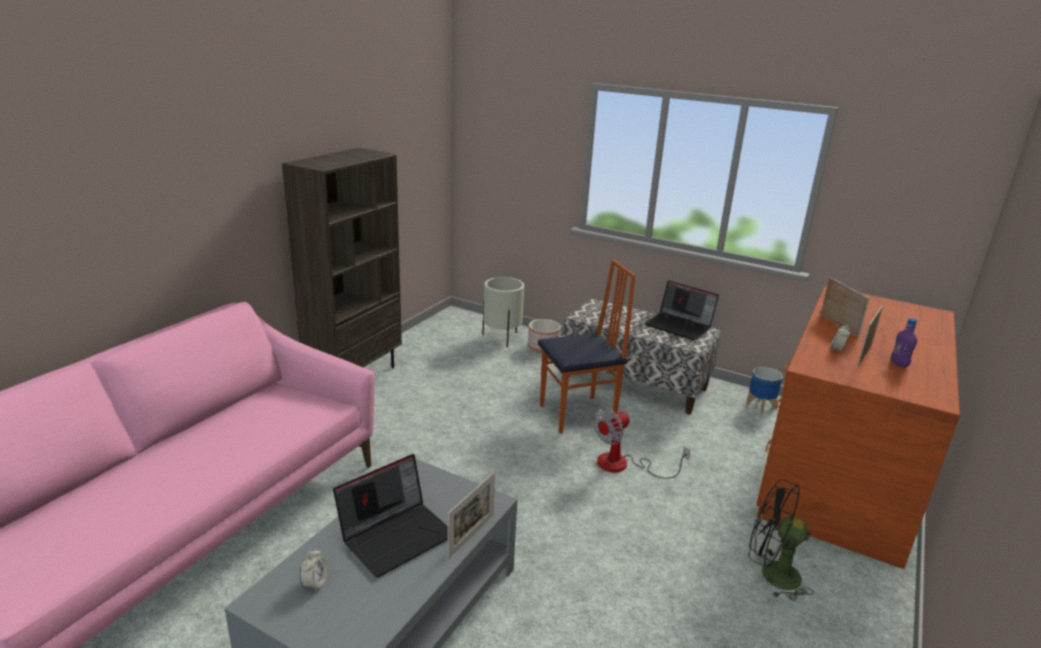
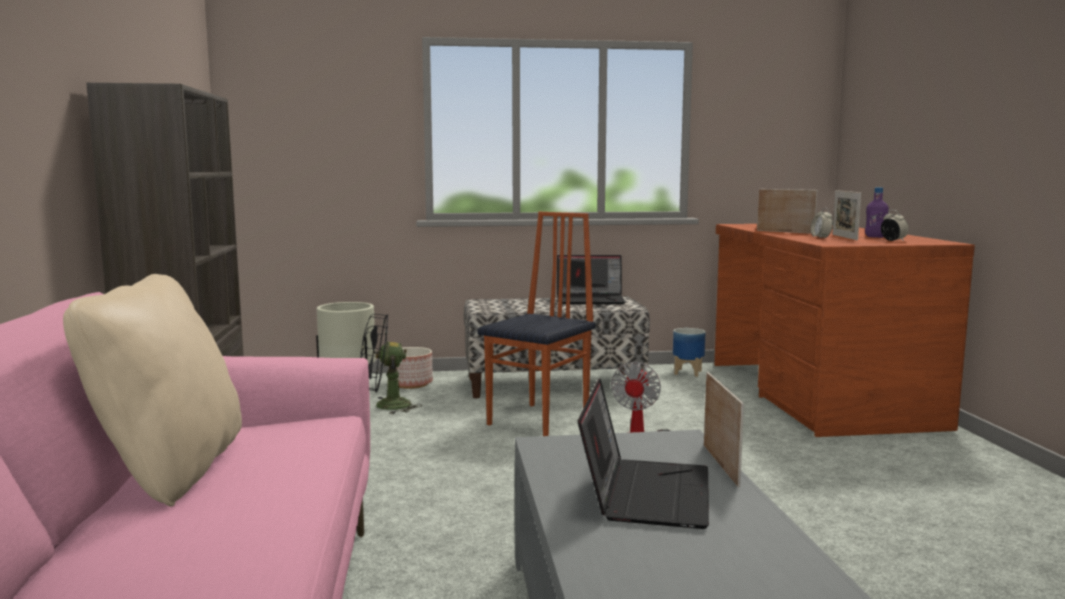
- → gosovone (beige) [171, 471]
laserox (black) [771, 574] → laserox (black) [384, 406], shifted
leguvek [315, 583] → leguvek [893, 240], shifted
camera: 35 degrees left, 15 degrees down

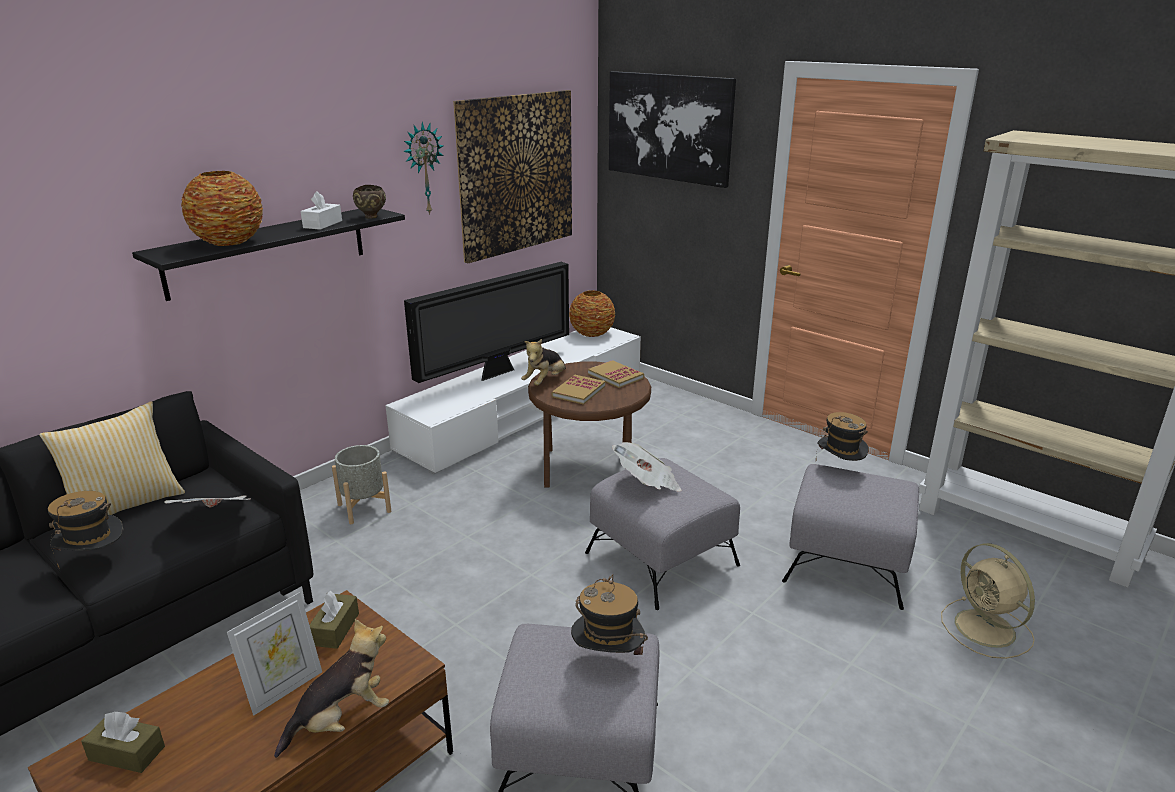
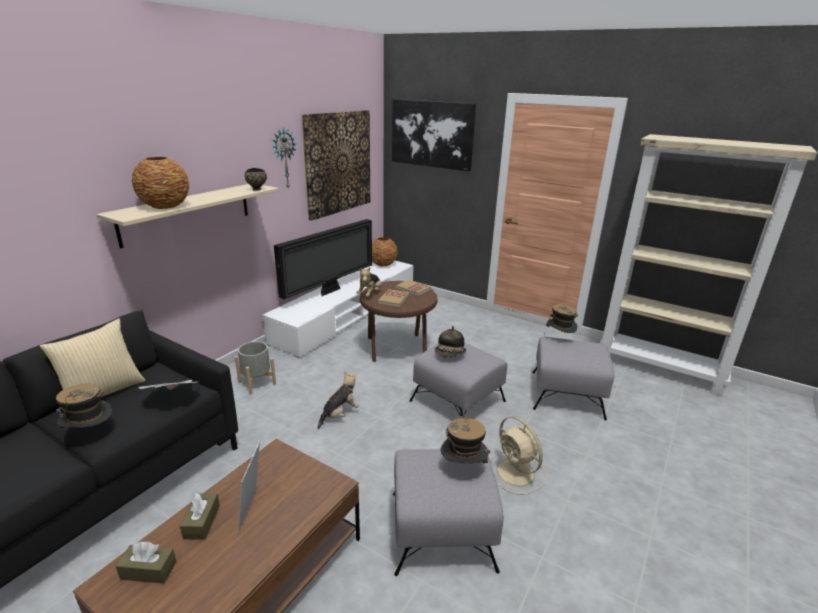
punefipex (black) [268, 251] → punefipex (beige) [187, 213]
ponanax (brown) [335, 629] → ponanax (brown) [202, 522], shifted
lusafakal [284, 689] → lusafakal [253, 510], 150 degrees clockwise
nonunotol [342, 720] → nonunotol [339, 415], shifted
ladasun [647, 483] → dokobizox [450, 354]
laserox (beige) [986, 630] → laserox (beige) [516, 473], shifted
ponanax (white) [322, 224] → -
camera: 10 degrees left, 0 degrees up

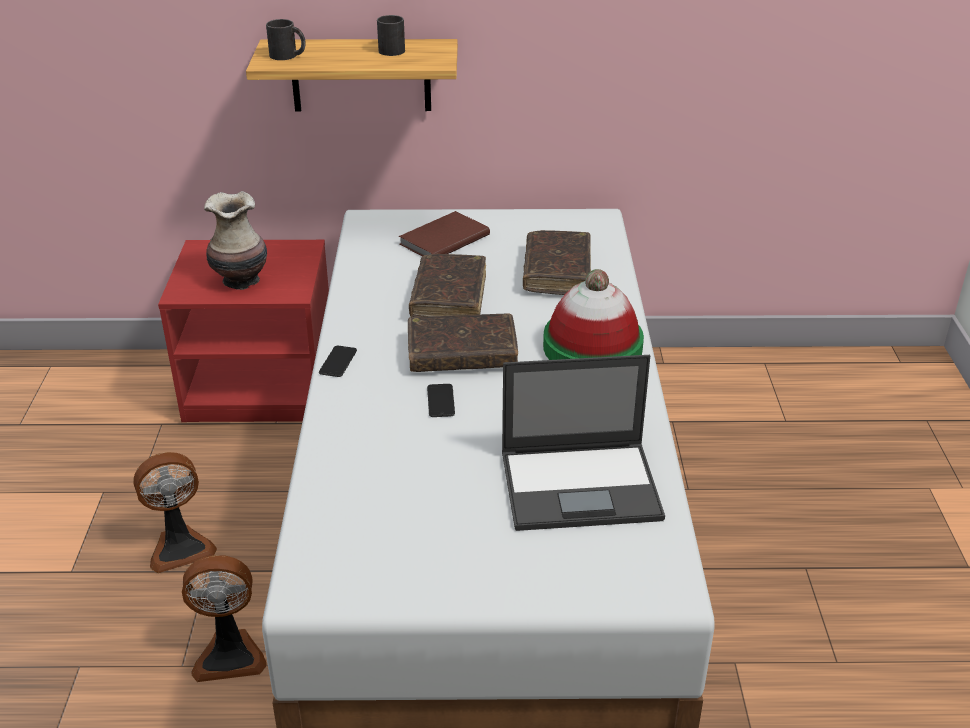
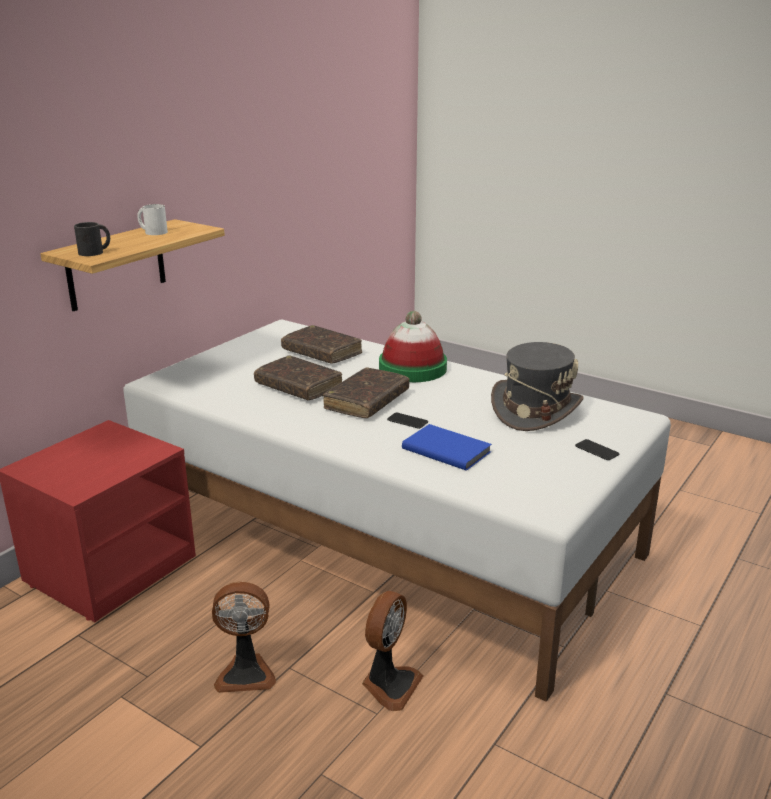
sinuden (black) [390, 49] → sinuden (white) [152, 232]
laserox [180, 547] → laserox [246, 673], 75 degrees clockwise
- → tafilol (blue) [446, 449]
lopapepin [582, 485] → dokobizox (grey) [535, 410]
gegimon [338, 362] → gegimon [596, 450], shifted
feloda [241, 280] → -
tafilol (brown) [442, 239] → -
camera: 55 degrees left, 10 degrees down

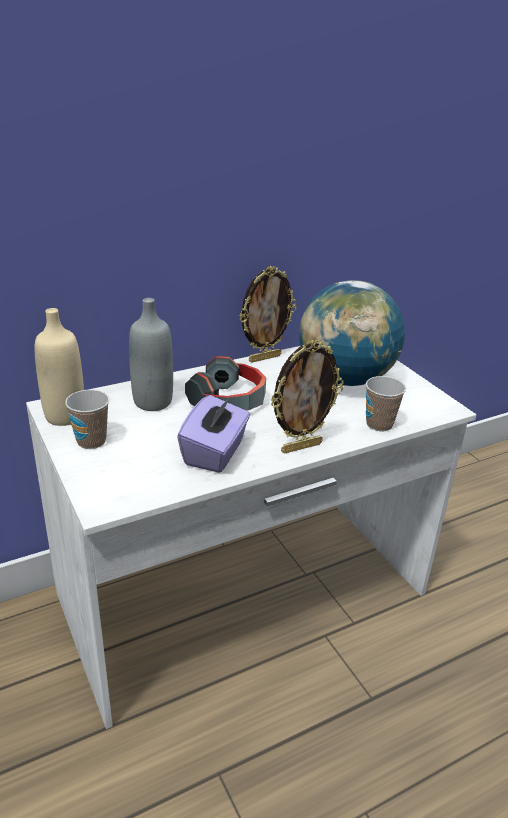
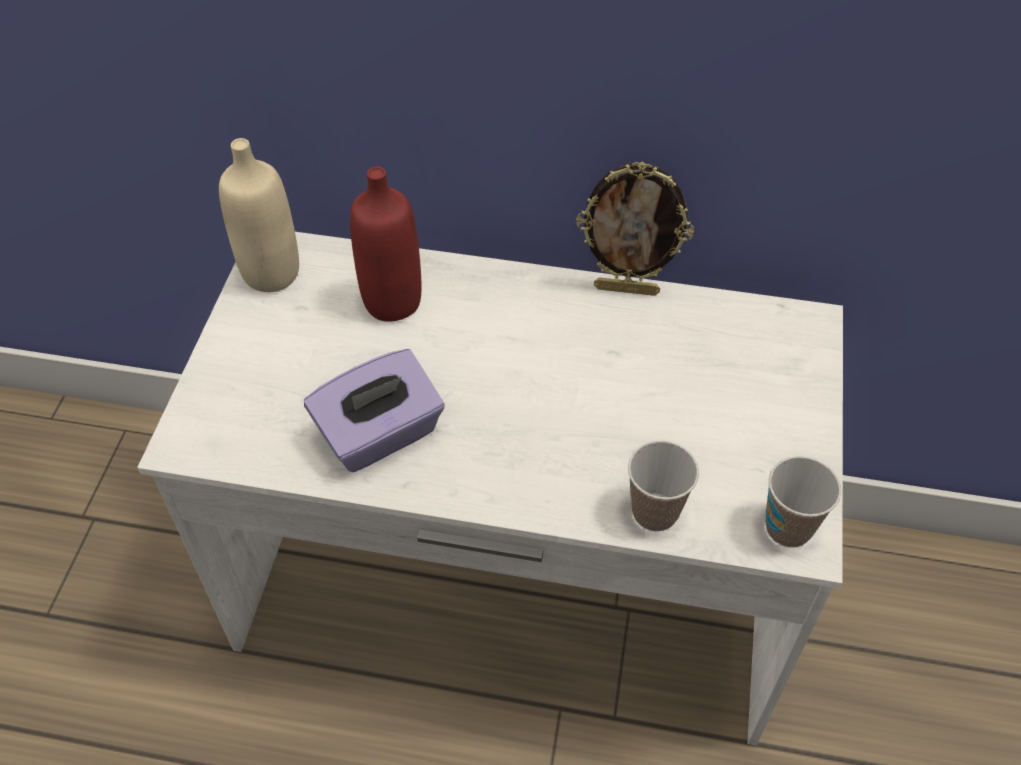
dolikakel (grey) [153, 402] → dolikakel (red) [392, 302]
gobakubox [91, 441] → gobakubox [788, 528], shifted
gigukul [229, 400] → -
lusafakal [301, 447] → -
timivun [345, 379] → -
camera: 40 degrees right, 20 degrees up

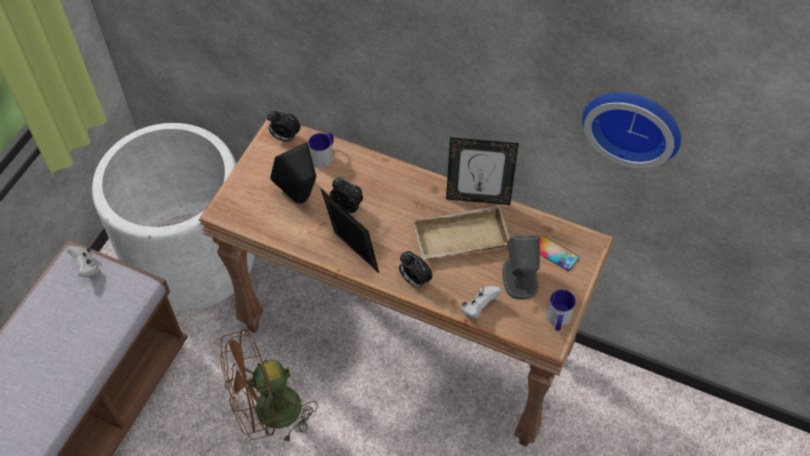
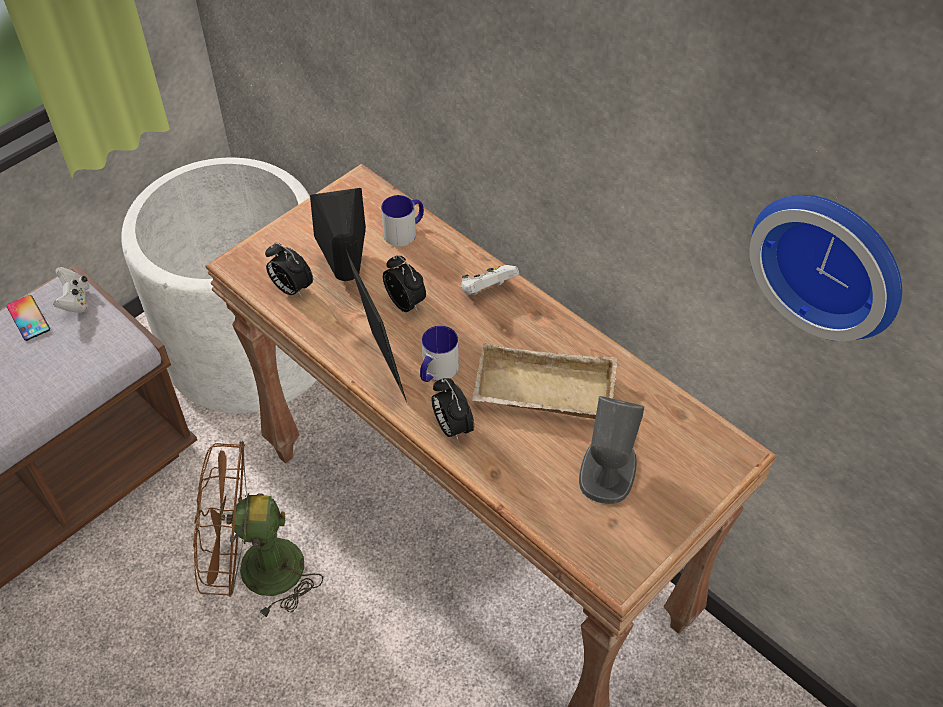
gegimon [555, 253] → gegimon [28, 318], shifted
leguvek [285, 137] → leguvek [291, 289], shifted
sinuden [558, 320] → sinuden [436, 372], shifted
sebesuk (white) [479, 307] → sebesuk (white) [487, 290], shifted
lusafakal [478, 197] → -
camera: 20 degrees right, 5 degrees down

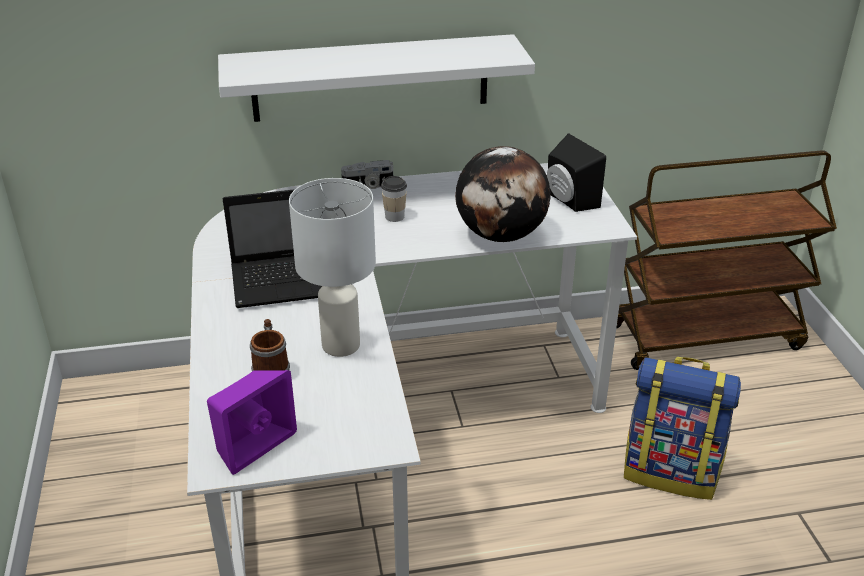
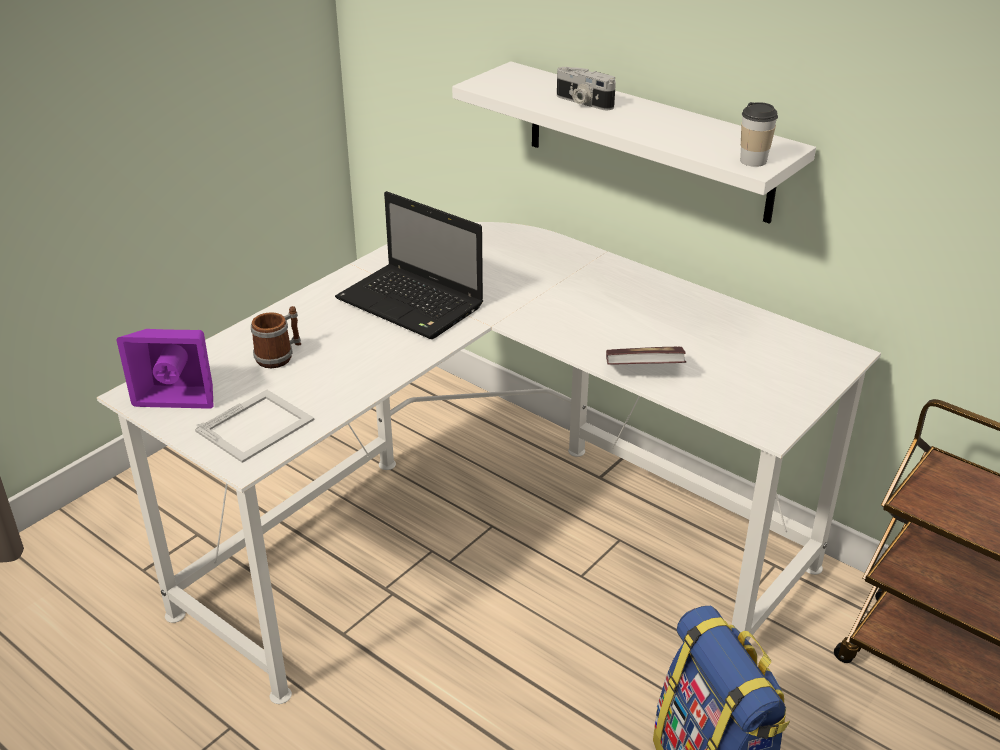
- → lusafakal [257, 425]
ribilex [368, 186] → ribilex [582, 102], shifted
timivun [501, 235] → tafilol [644, 370]
gobakubox [394, 216] → gobakubox [753, 161], shifted
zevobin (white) [341, 344] → -
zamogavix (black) [568, 201] → -
camera: 50 degrees right, 0 degrees up

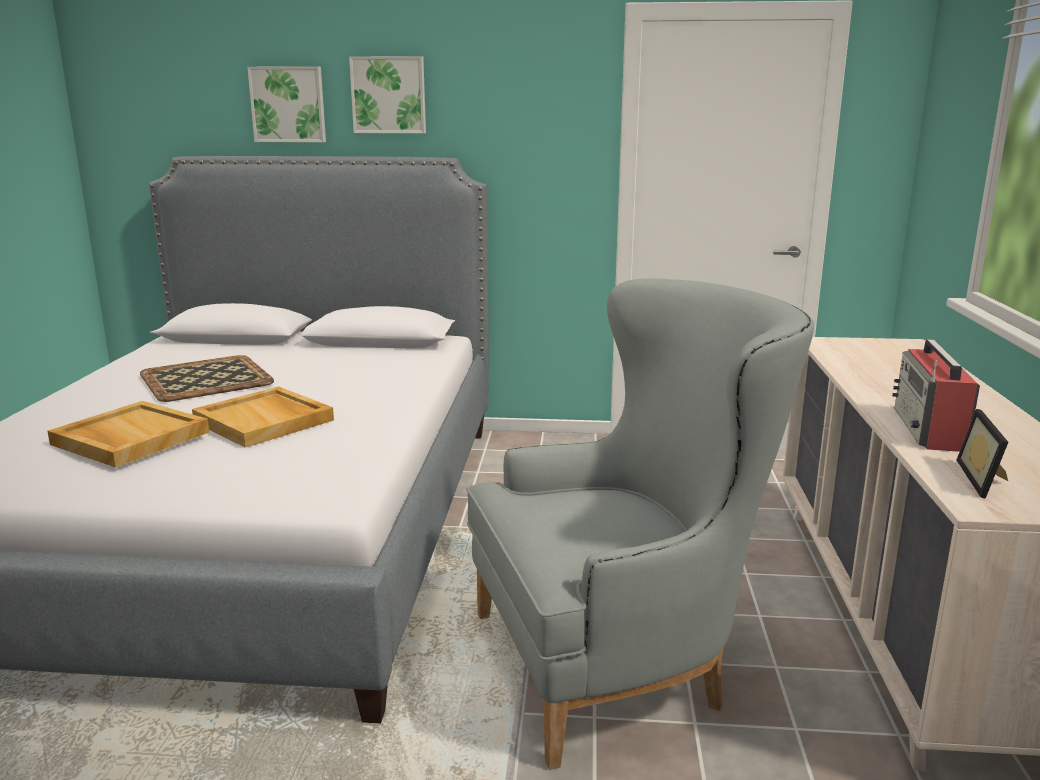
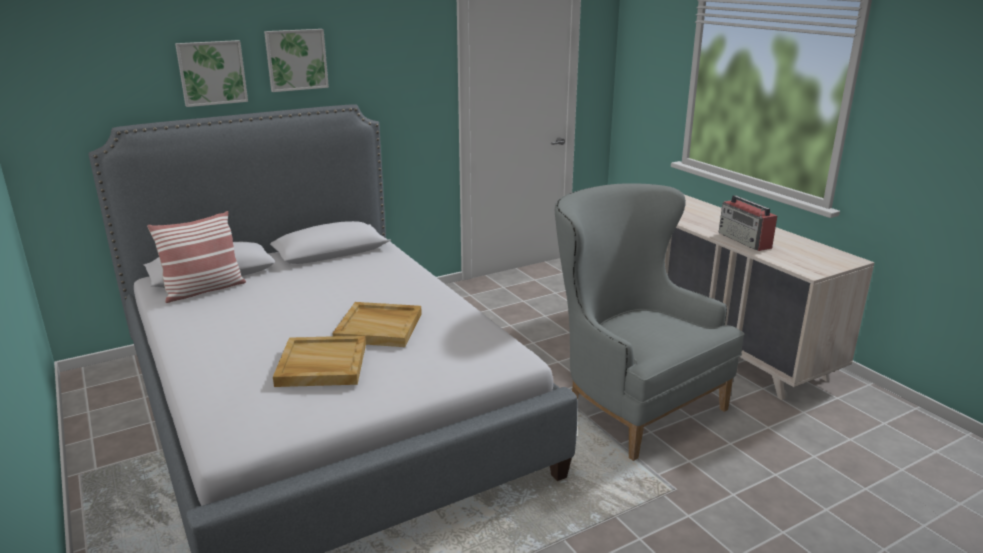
- → gosovone [204, 290]
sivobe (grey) [622, 661] → sivobe (grey) [630, 402], 75 degrees counterclockwise
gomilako [205, 379] → -
lusafakal [986, 480] → -
camera: 35 degrees left, 5 degrees up

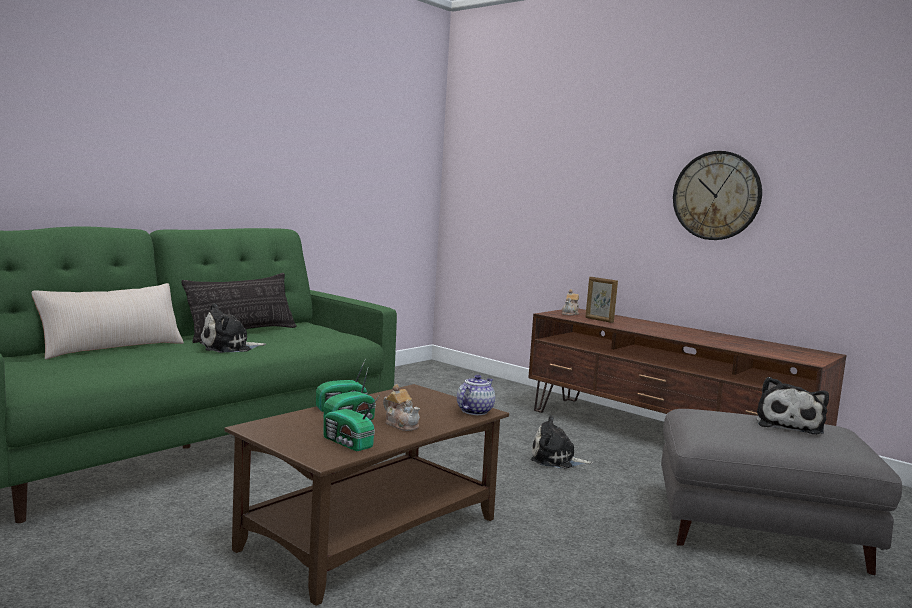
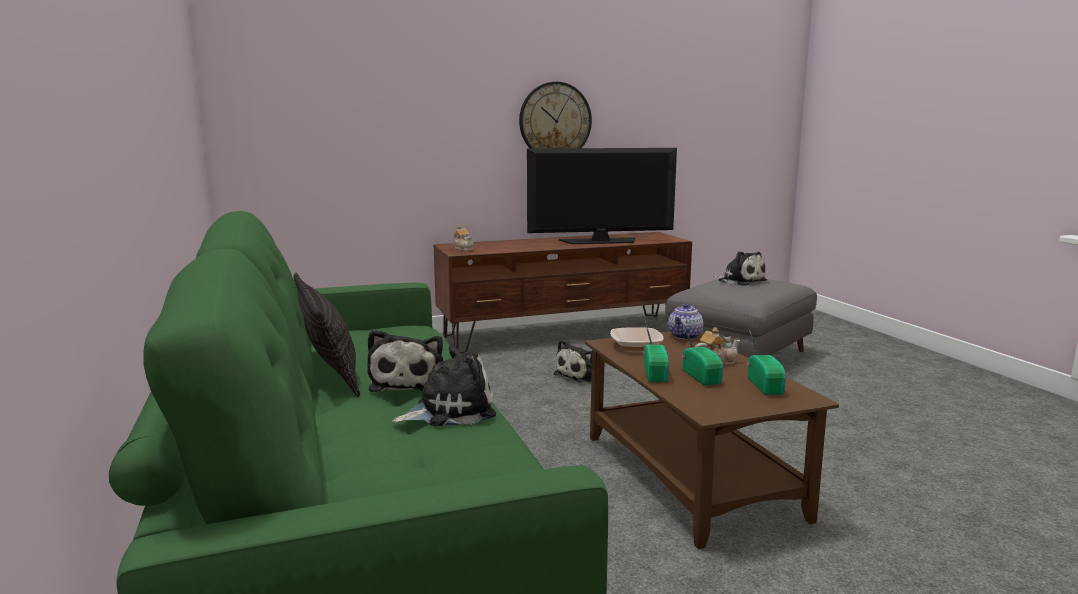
- → nonunotol [450, 410]
- → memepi [600, 241]
- → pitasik [636, 346]
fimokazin [475, 411] → fimokazin [685, 336], 120 degrees counterclockwise
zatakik [347, 443] → zatakik [765, 385], 75 degrees counterclockwise
gosovone (beige) [112, 348] → -
lusafakal [599, 320] → -
camera: 60 degrees left, 5 degrees up

